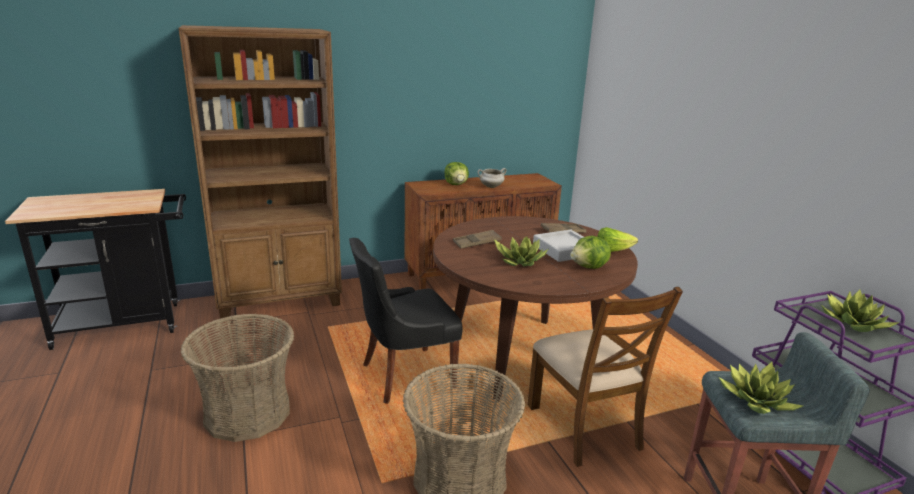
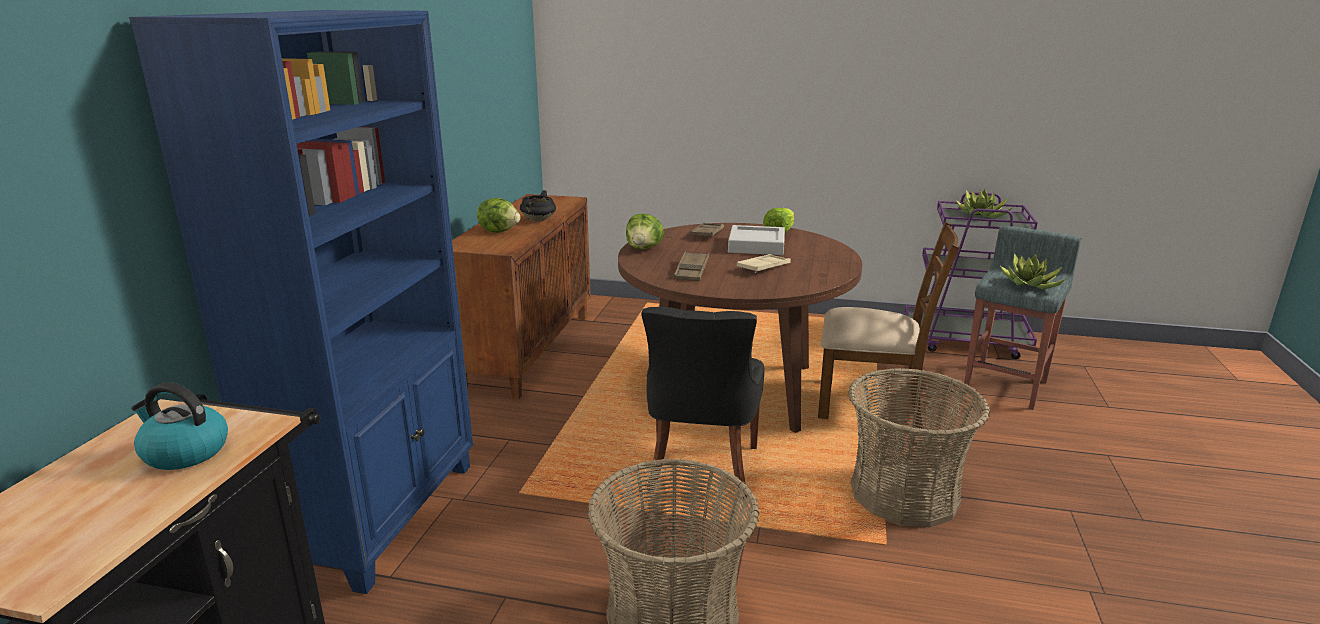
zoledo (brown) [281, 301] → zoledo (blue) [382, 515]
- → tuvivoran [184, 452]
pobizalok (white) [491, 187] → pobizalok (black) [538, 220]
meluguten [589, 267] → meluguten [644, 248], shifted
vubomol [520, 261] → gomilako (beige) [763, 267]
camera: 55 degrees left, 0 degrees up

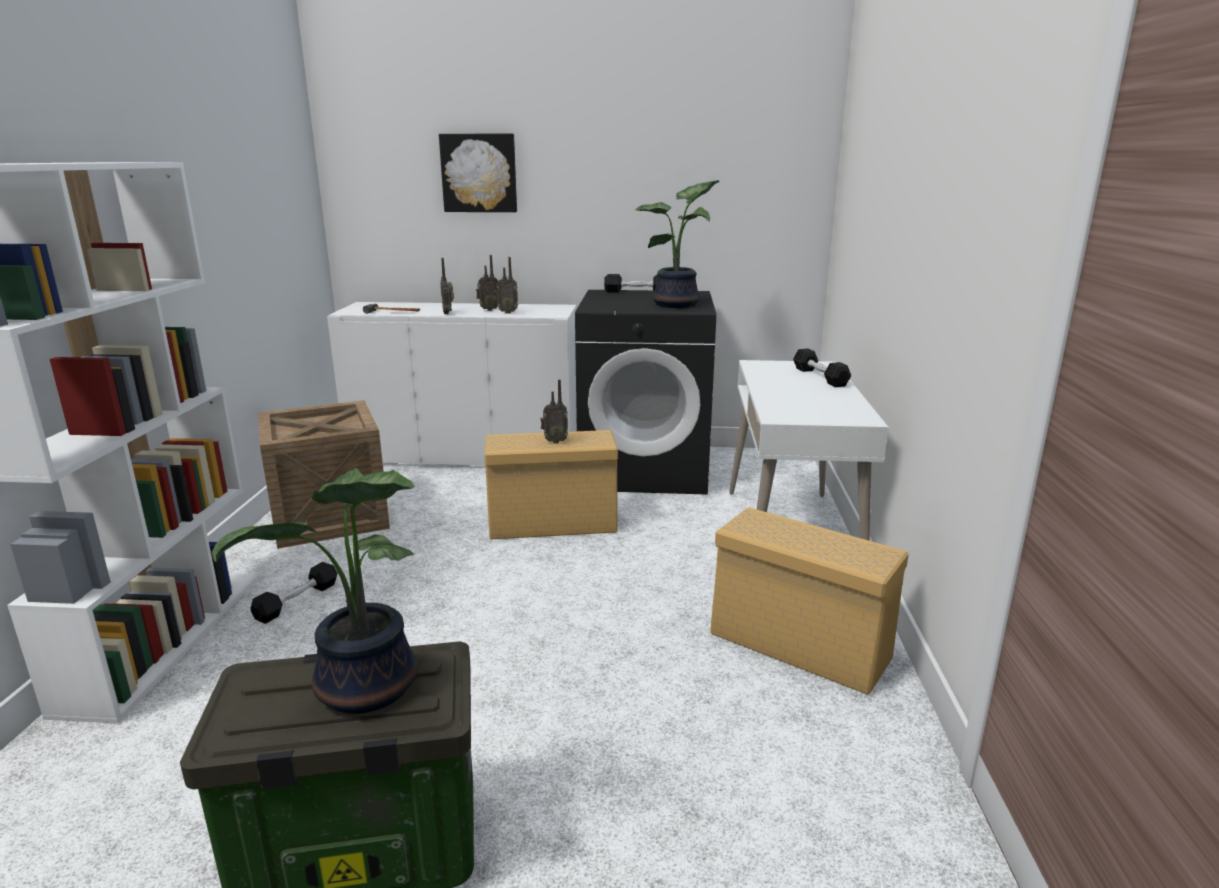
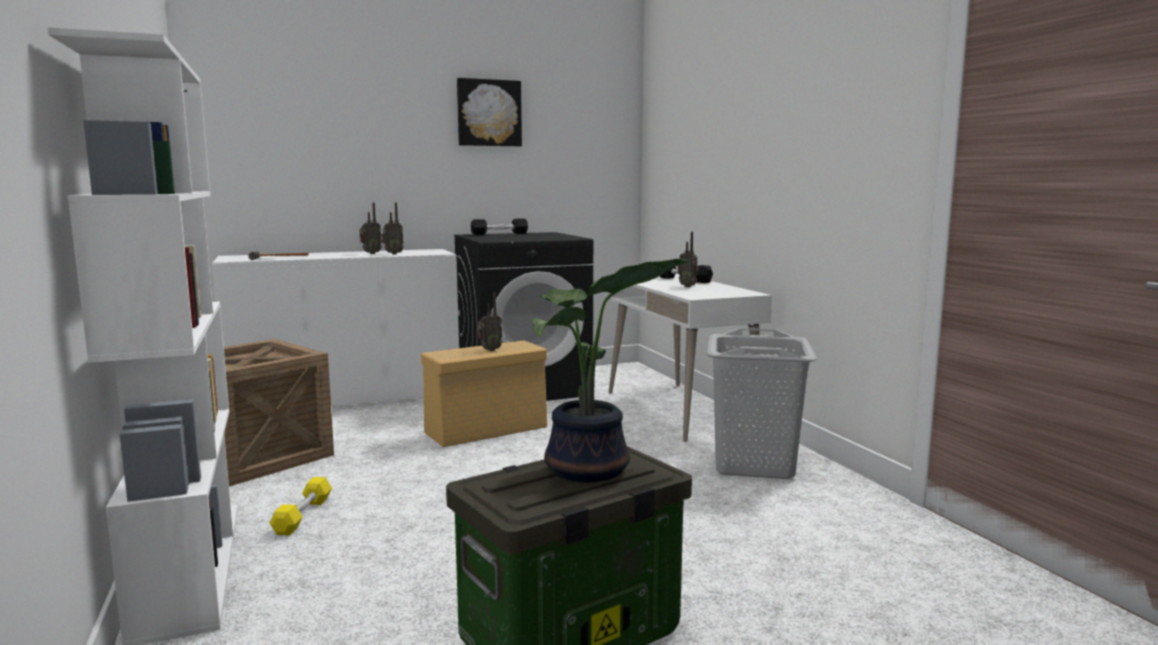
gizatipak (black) [297, 601] → gizatipak (yellow) [303, 515]
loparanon [479, 173] → loparanon [489, 113], shifted
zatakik [448, 313] → zatakik [688, 286], shifted
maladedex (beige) [801, 646] → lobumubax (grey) [754, 464]
vubomol [679, 304] → -
camera: 25 degrees left, 10 degrees down

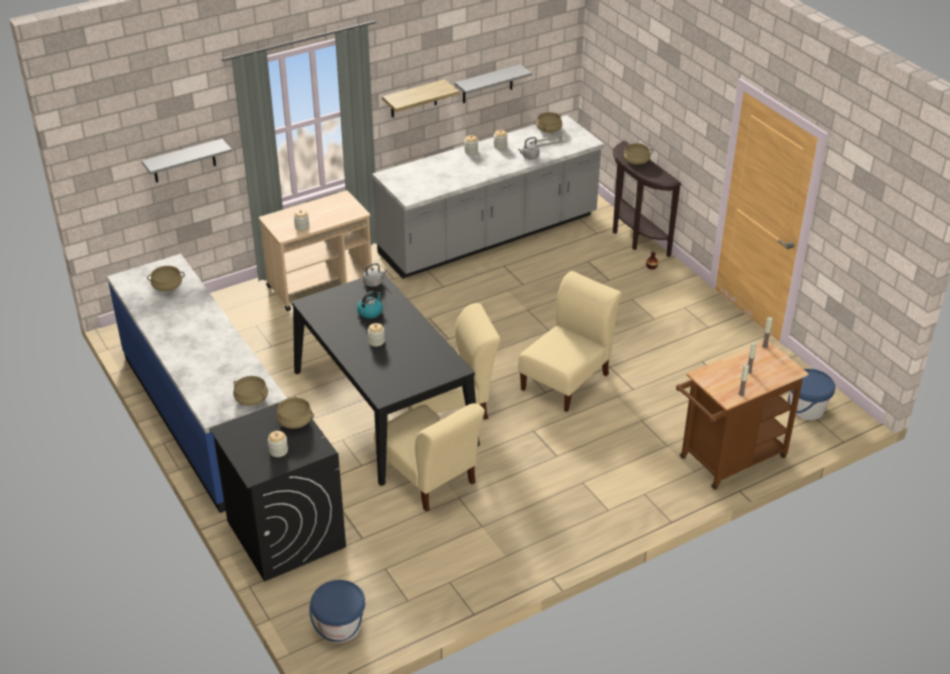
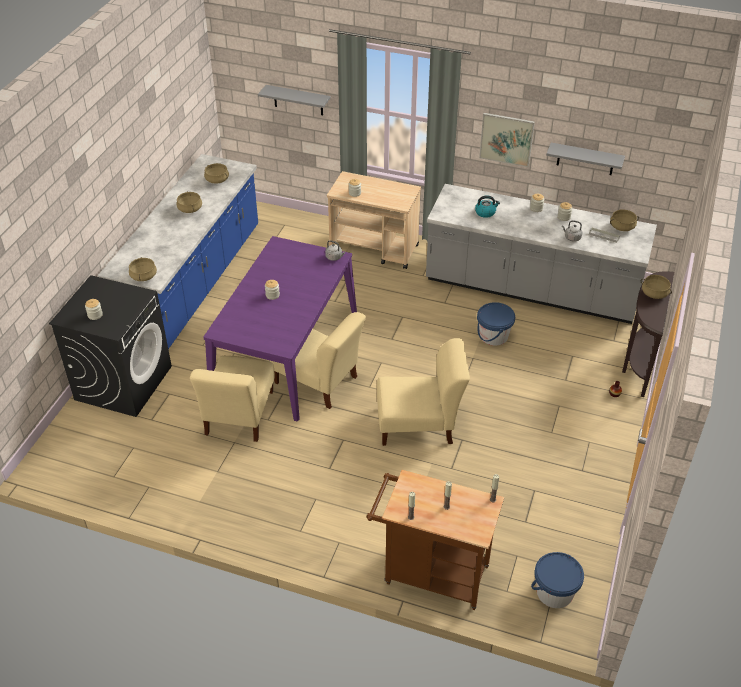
pobizalok (beige) [295, 421] → pobizalok (beige) [190, 209], shifted
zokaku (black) [383, 407] → zokaku (purple) [286, 352]
tuvivoran [370, 312] → tuvivoran [485, 212], shifted
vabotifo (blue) [340, 627] → vabotifo (blue) [493, 336], shifted
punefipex [413, 99] → loparanon [506, 139]
camera: 50 degrees right, 5 degrees up

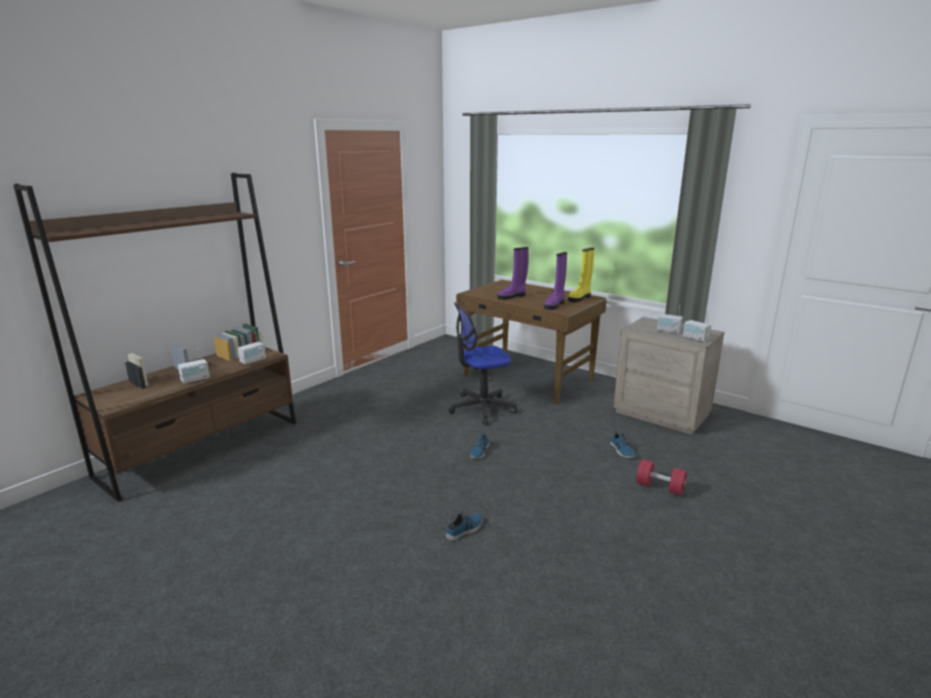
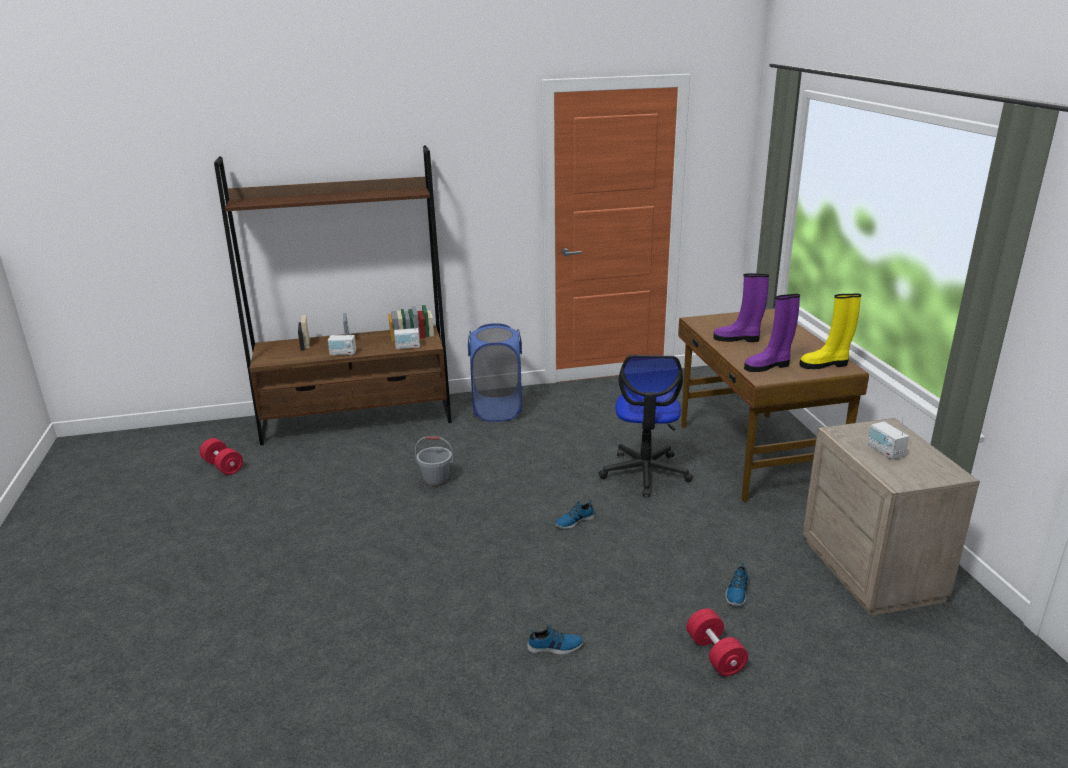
- → gizatipak (red) [223, 466]
- → vabotifo (grey) [436, 480]
- → lobumubax (blue) [497, 409]
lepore [465, 529] → lepore [555, 647], shifted
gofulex [482, 408] → gofulex [645, 473], 105 degrees counterclockwise
zatakik [695, 338] → -
camera: 40 degrees right, 5 degrees up

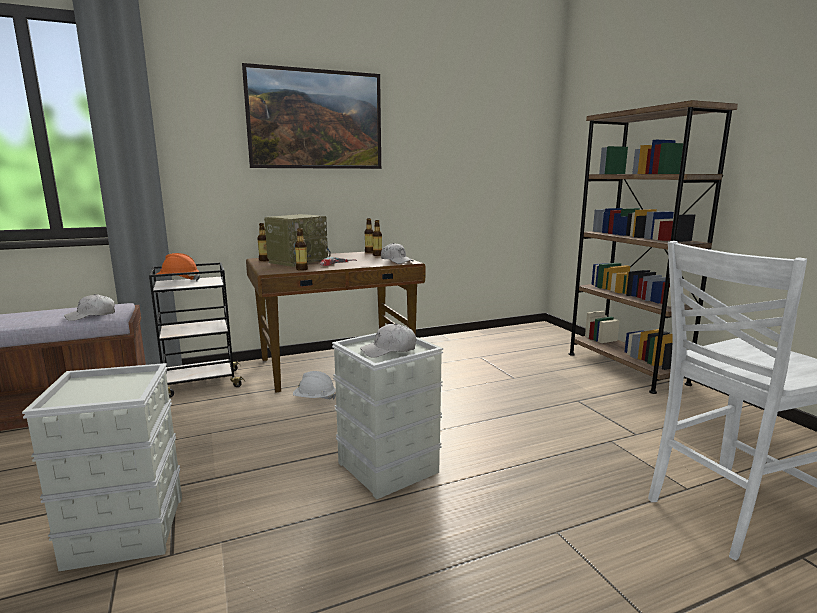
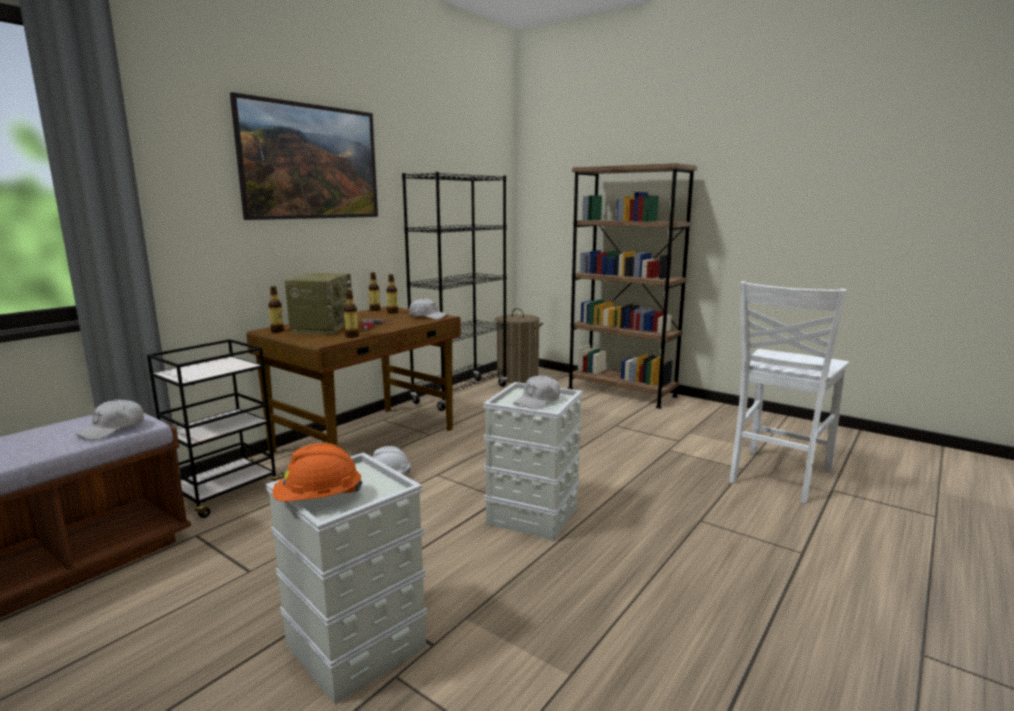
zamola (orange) [178, 281] → zamola (orange) [318, 500], shifted
- → zoledo (black) [461, 394]
- → lobumubax [518, 377]
camera: 30 degrees left, 0 degrees up

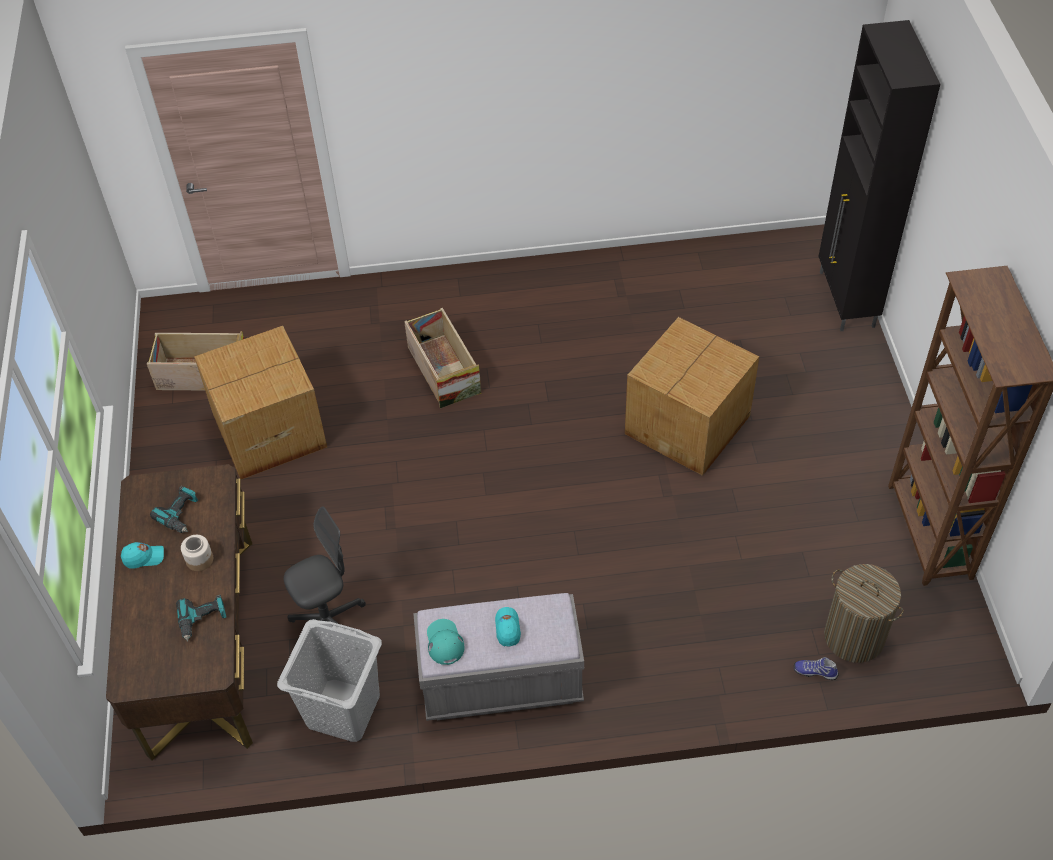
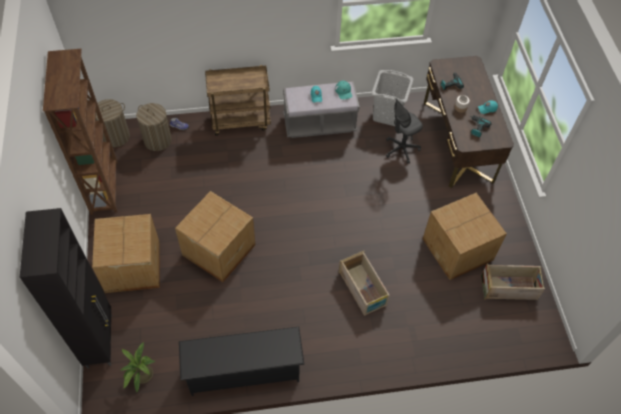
- → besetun [132, 267]
- → lobumubax [116, 136]
- → vubomol [141, 376]
- → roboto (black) [244, 371]
- → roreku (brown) [241, 121]
camera: 175 degrees right, 5 degrees up

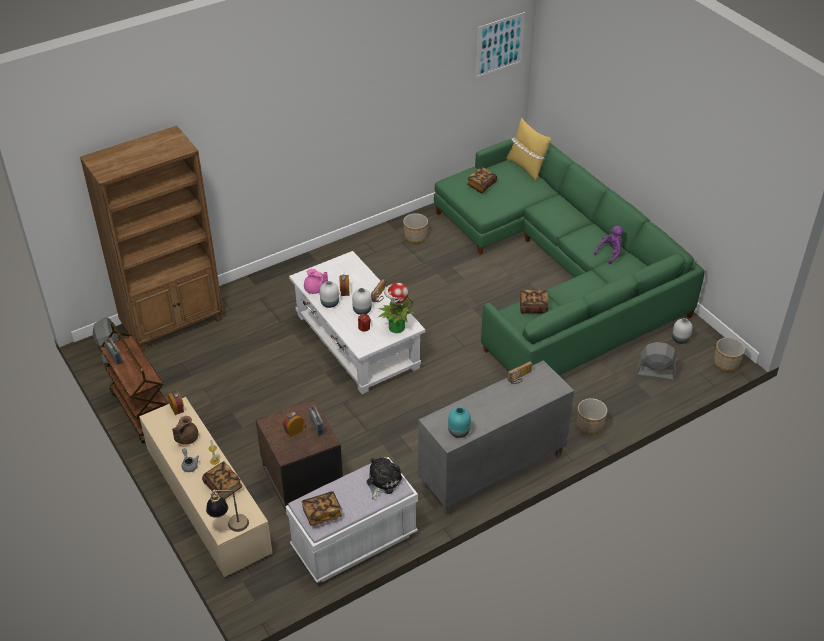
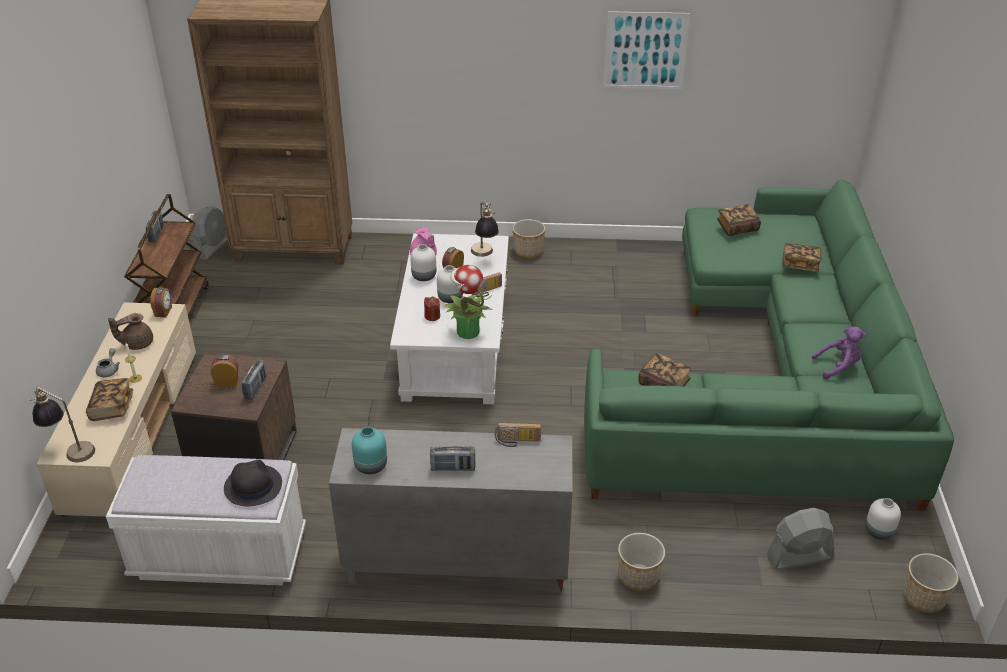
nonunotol [382, 482] → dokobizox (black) [252, 486]
- → zatakik [453, 468]
- → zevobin [484, 255]
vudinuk [415, 237] → vudinuk [528, 251], shifted
loparanon [500, 45] → loparanon [645, 51], shifted
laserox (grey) [655, 372] → laserox (grey) [799, 556], 60 degrees counterclockwise
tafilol [322, 513] → tafilol [800, 265], shifted
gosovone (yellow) [526, 167] → -
camera: 35 degrees right, 5 degrees down

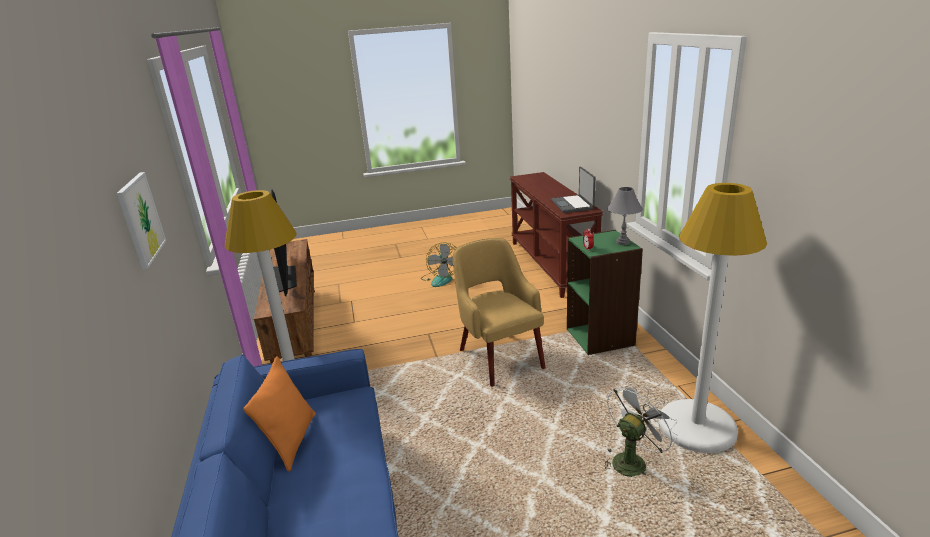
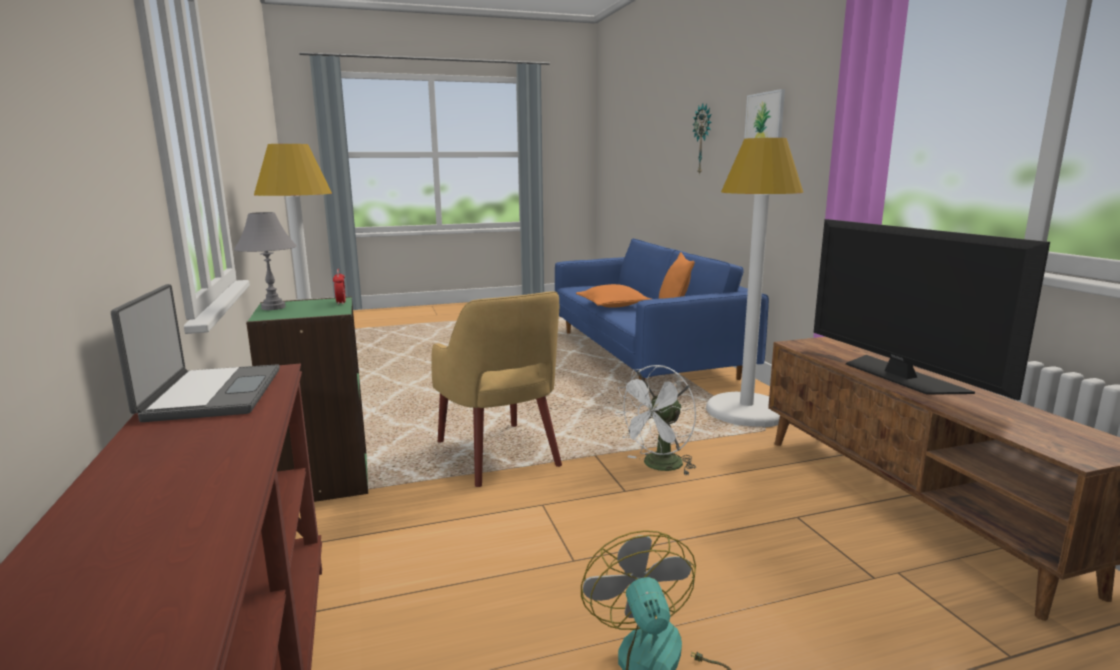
- → gosovone (orange) [613, 305]
laserox (white) [632, 460] → laserox (white) [658, 466], shifted
- → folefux [703, 139]
camera: 175 degrees right, 10 degrees down

